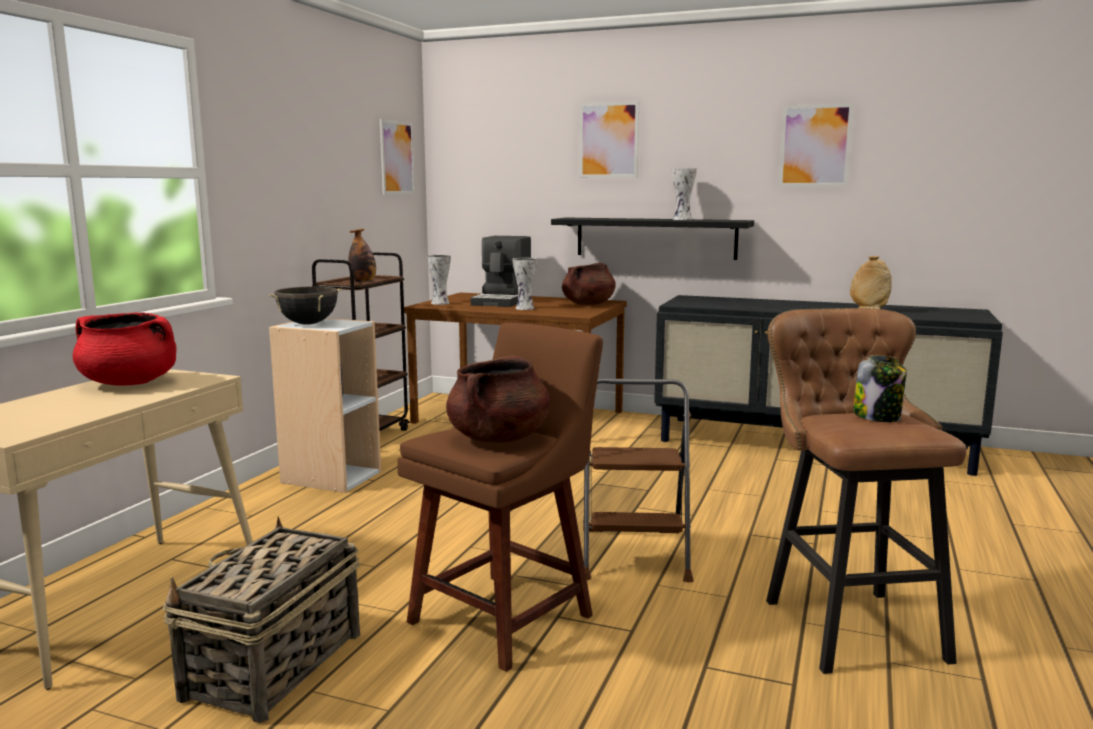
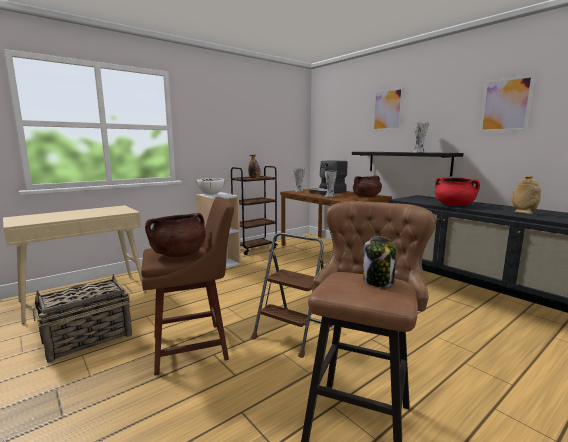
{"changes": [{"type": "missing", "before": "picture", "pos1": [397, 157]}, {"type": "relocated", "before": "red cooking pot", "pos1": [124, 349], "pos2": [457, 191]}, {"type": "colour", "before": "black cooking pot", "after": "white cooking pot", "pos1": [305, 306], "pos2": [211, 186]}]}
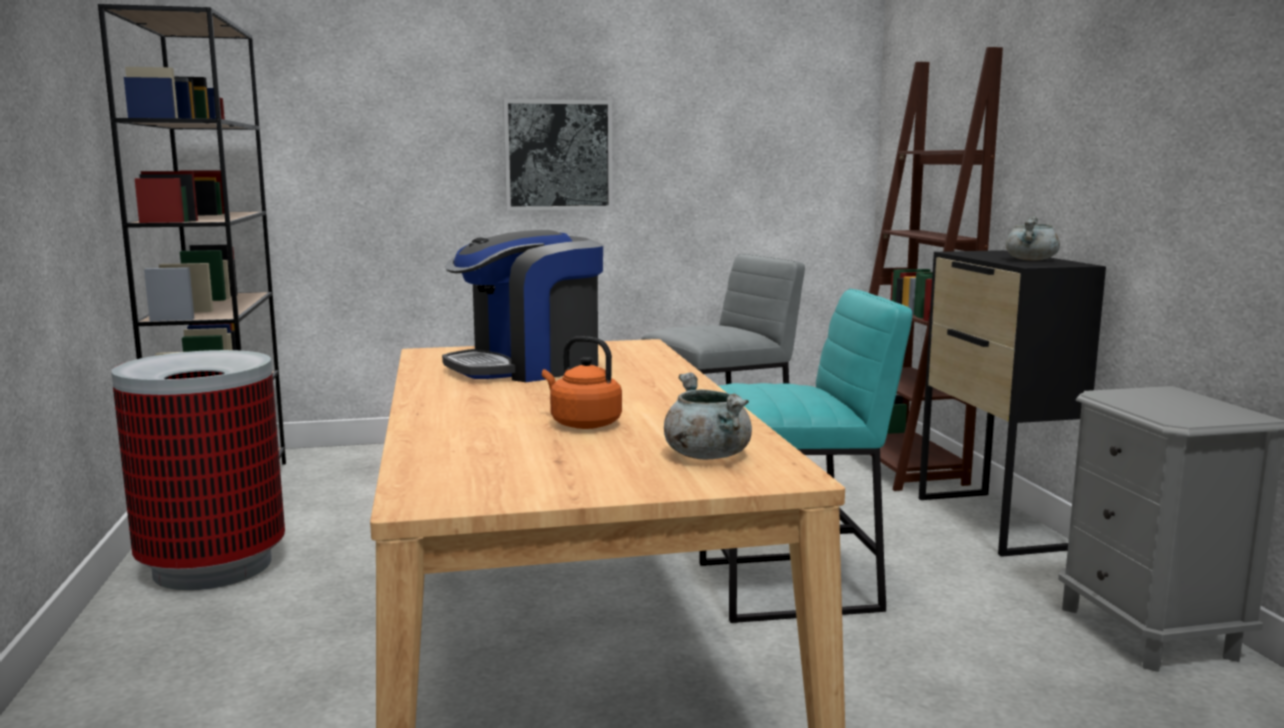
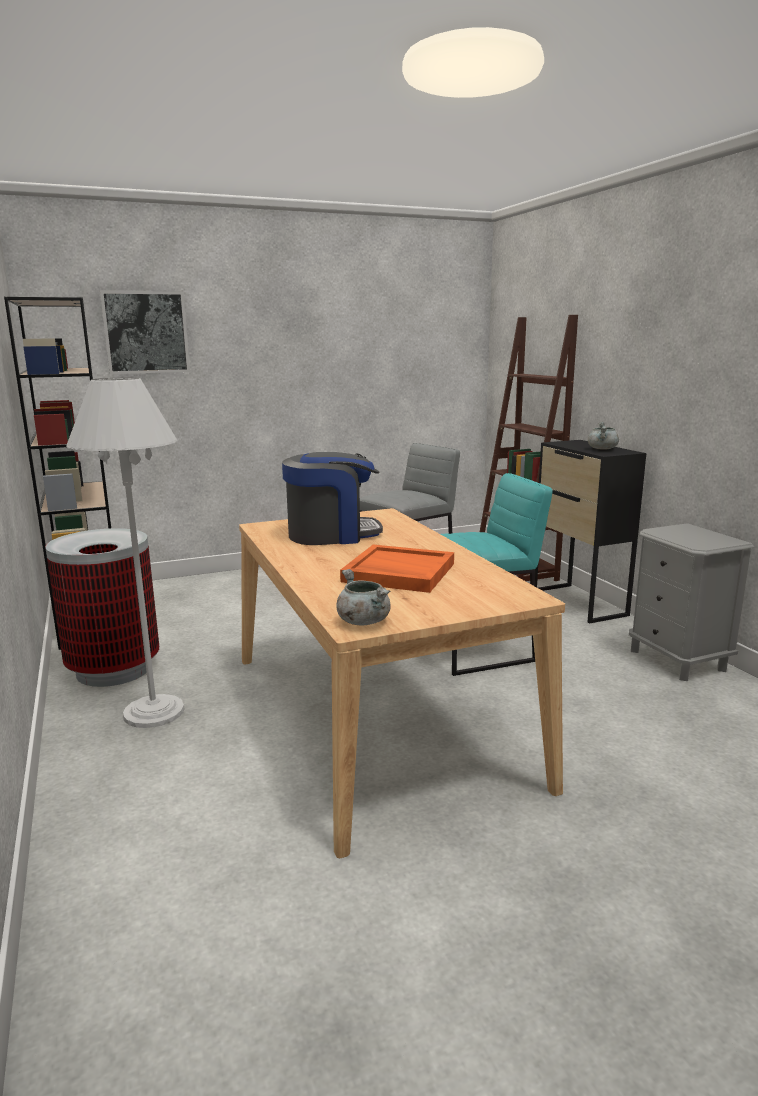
{"changes": [{"type": "appeared", "after": "white floor lamp", "pos2": [125, 553]}, {"type": "relocated", "before": "picture", "pos1": [558, 154], "pos2": [145, 332]}, {"type": "relocated", "before": "grey cooking pot", "pos1": [708, 415], "pos2": [363, 597]}, {"type": "exchanged", "before": "orange kettle", "after": "orange tray", "pos1": [582, 382], "pos2": [397, 569]}, {"type": "spun", "before": "coffee machine", "pos1": [522, 306], "pos2": [332, 498], "turn": -150}]}
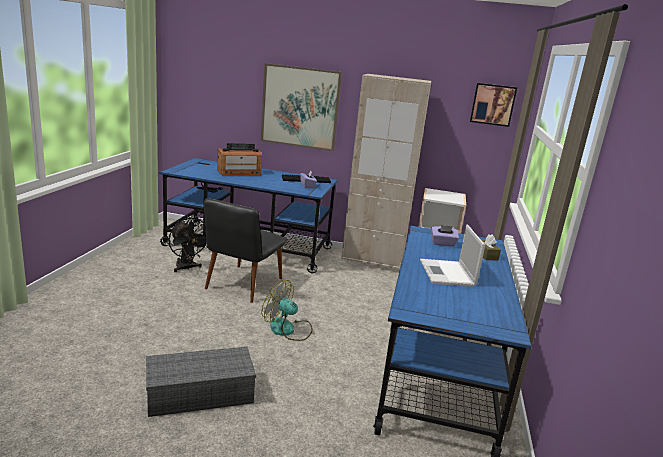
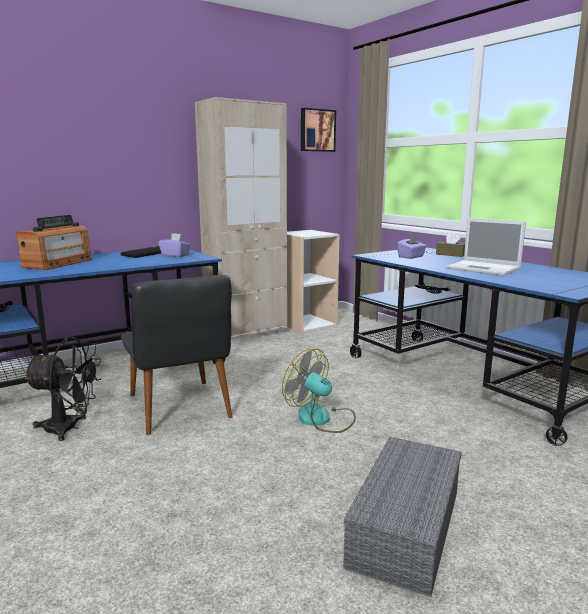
{"changes": [{"type": "missing", "before": "picture", "pos1": [301, 107]}, {"type": "spun", "before": "fan", "pos1": [287, 310], "pos2": [319, 391], "turn": 60}]}
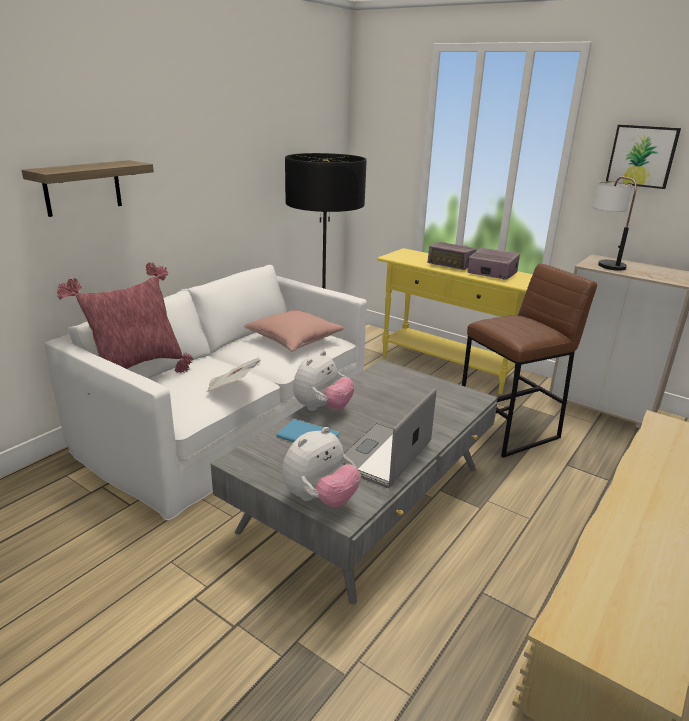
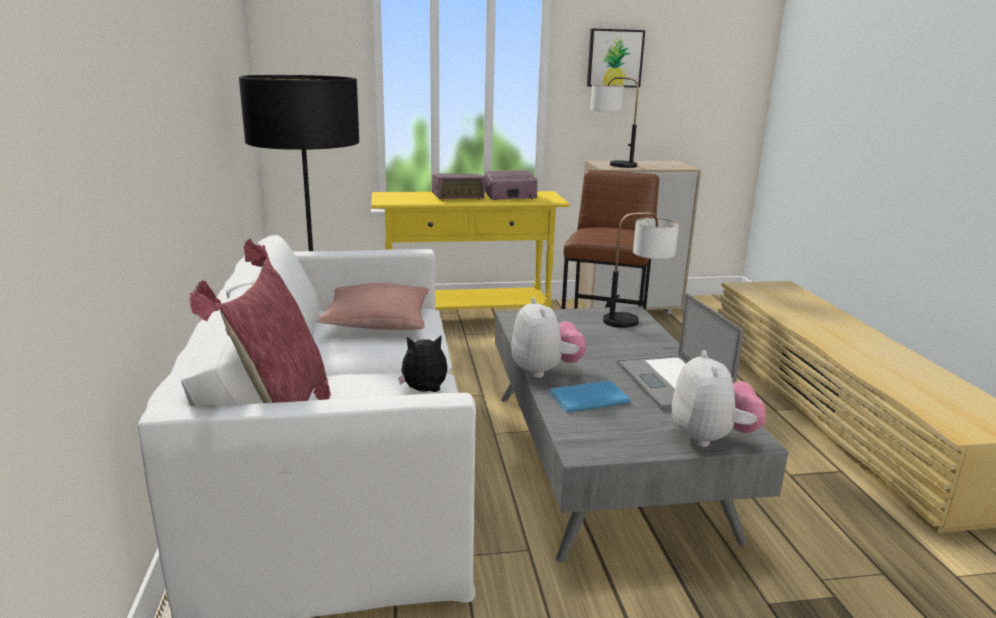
{"changes": [{"type": "missing", "before": "shelf", "pos1": [88, 188]}, {"type": "appeared", "after": "table lamp", "pos2": [641, 270]}, {"type": "exchanged", "before": "newspaper", "after": "plush toy", "pos1": [233, 374], "pos2": [423, 364]}]}
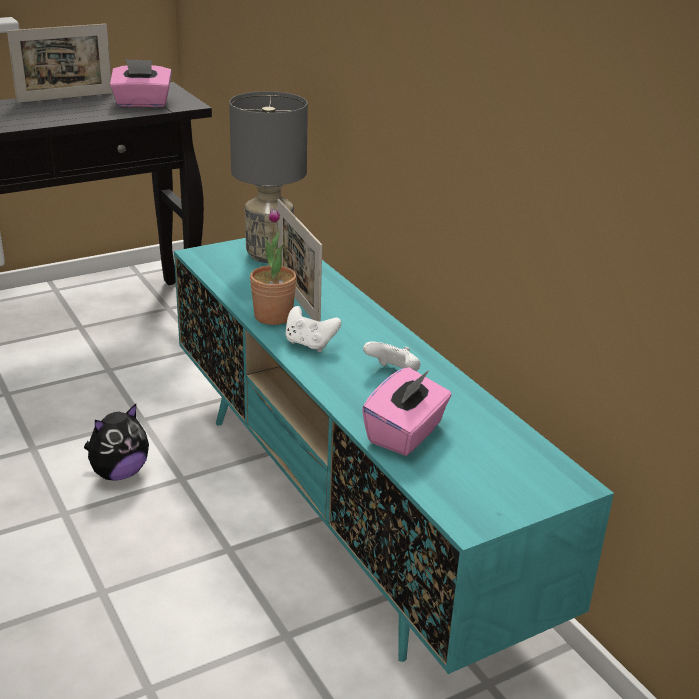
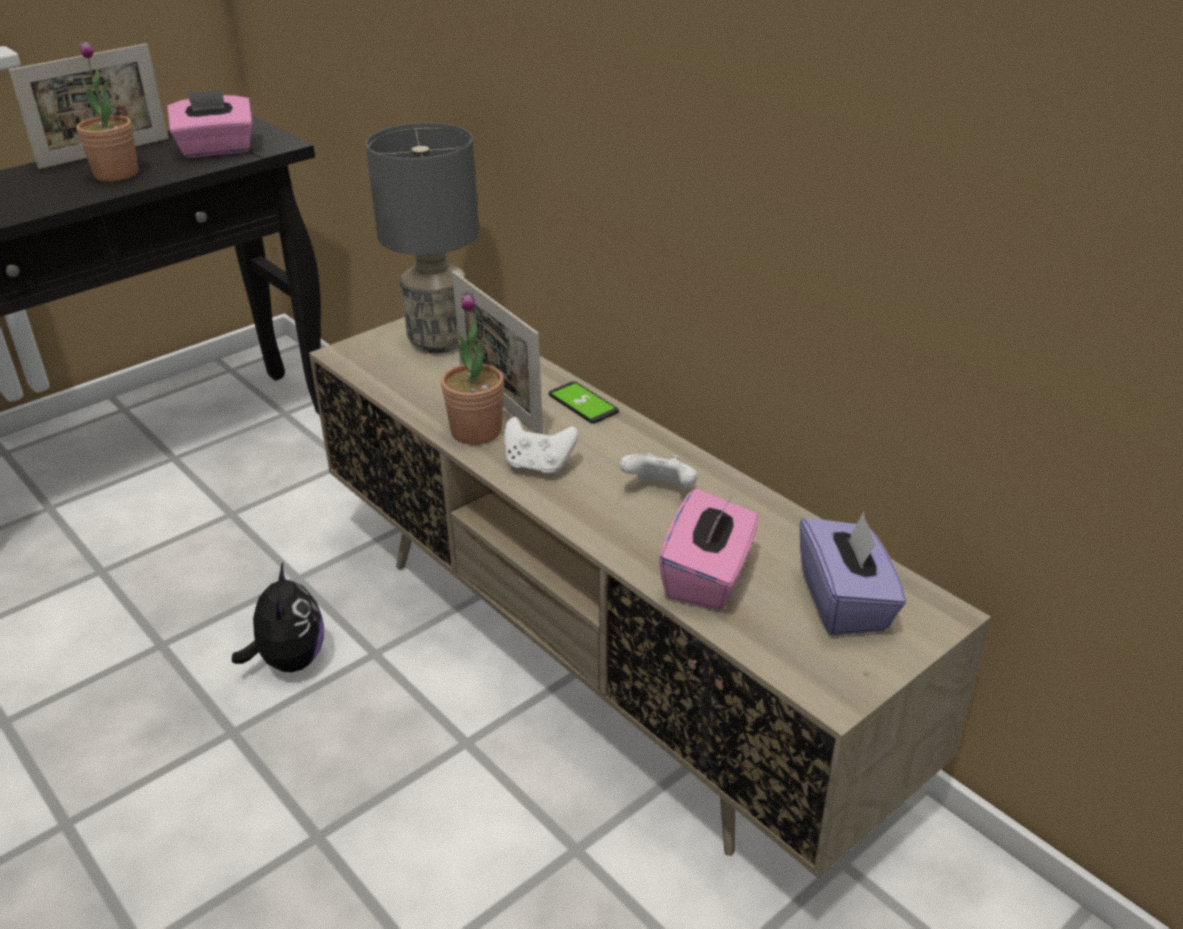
{"changes": [{"type": "appeared", "after": "potted plant", "pos2": [107, 111]}, {"type": "appeared", "after": "phone", "pos2": [583, 402]}, {"type": "appeared", "after": "purple tissue box", "pos2": [853, 573]}, {"type": "colour", "before": "turquoise tv stand", "after": "beige tv stand", "pos1": [394, 456], "pos2": [650, 597]}, {"type": "spun", "before": "plush toy", "pos1": [116, 442], "pos2": [278, 617], "turn": -45}]}
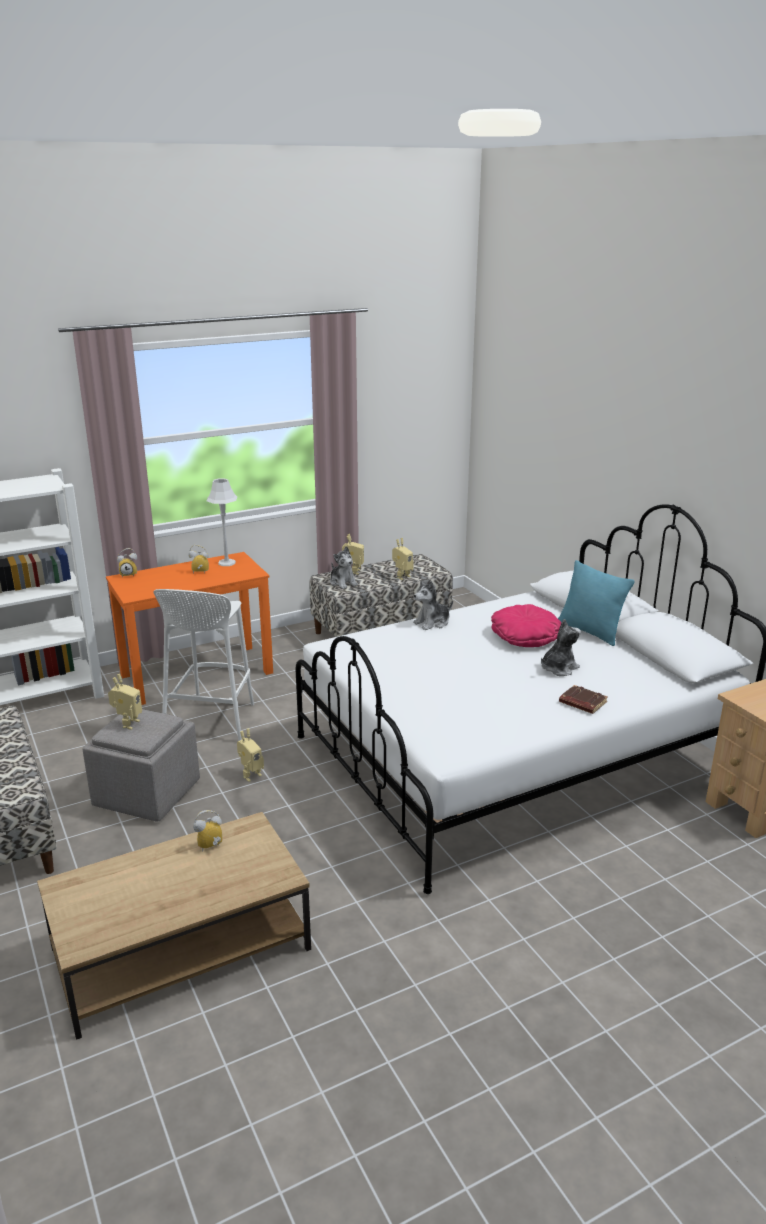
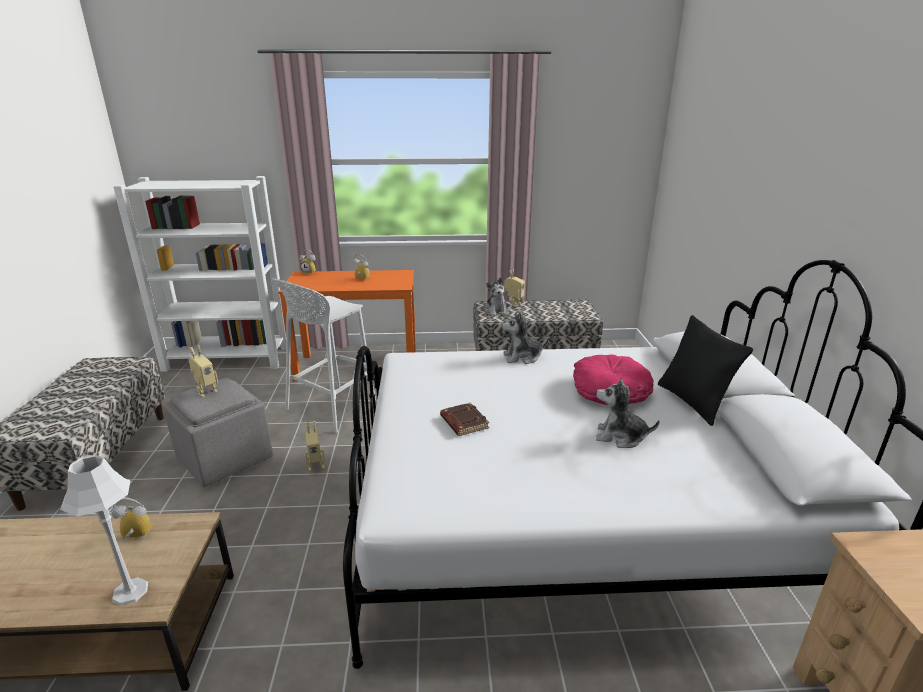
{"changes": [{"type": "missing", "before": "toy robot", "pos1": [402, 559]}, {"type": "relocated", "before": "grey table lamp", "pos1": [221, 522], "pos2": [104, 530]}, {"type": "relocated", "before": "brown book", "pos1": [583, 699], "pos2": [464, 419]}, {"type": "colour", "before": "turquoise pillow", "after": "black pillow", "pos1": [596, 603], "pos2": [705, 370]}, {"type": "spun", "before": "plush toy", "pos1": [561, 647], "pos2": [628, 412], "turn": -150}]}
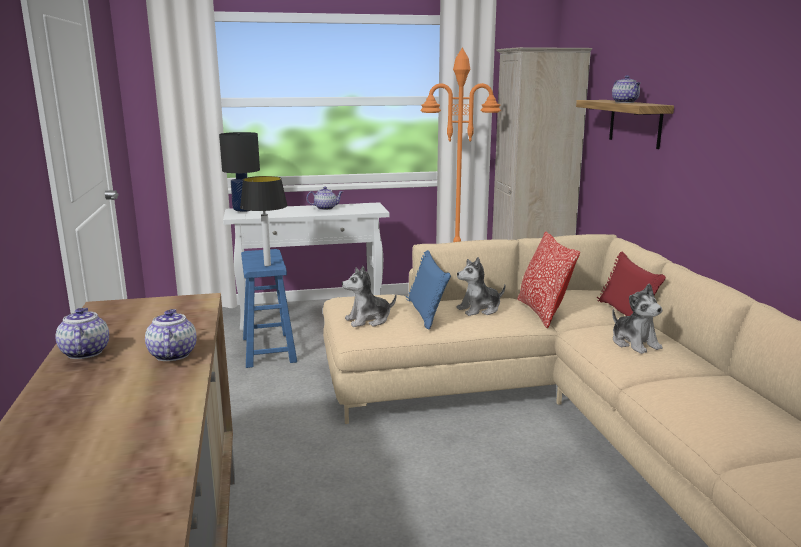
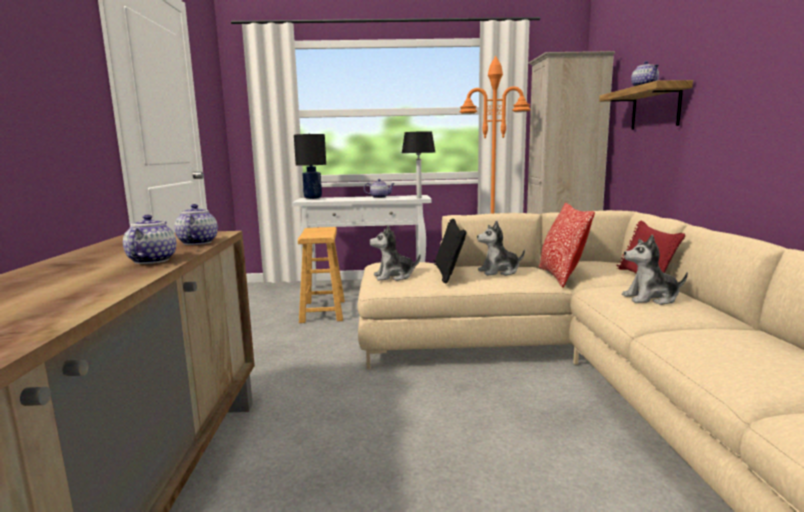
{"changes": [{"type": "relocated", "before": "teapot", "pos1": [82, 333], "pos2": [196, 224]}, {"type": "relocated", "before": "table lamp", "pos1": [264, 221], "pos2": [419, 164]}, {"type": "colour", "before": "blue stool", "after": "brown stool", "pos1": [269, 308], "pos2": [321, 275]}, {"type": "colour", "before": "blue pillow", "after": "black pillow", "pos1": [428, 290], "pos2": [450, 251]}, {"type": "spun", "before": "plush toy", "pos1": [637, 318], "pos2": [655, 269], "turn": 105}]}
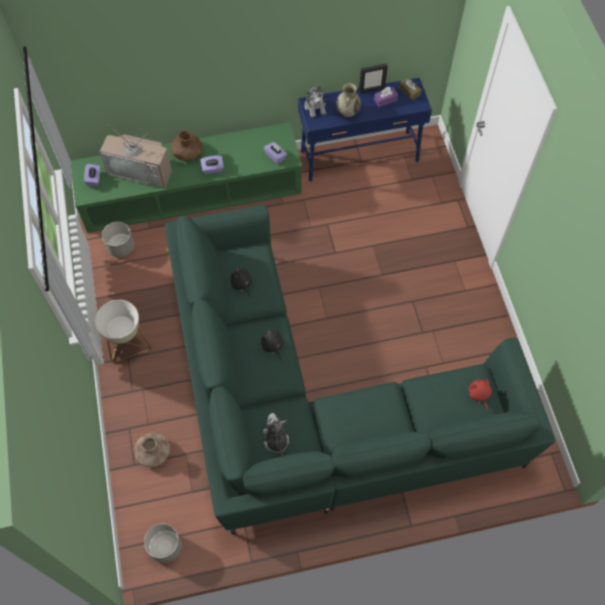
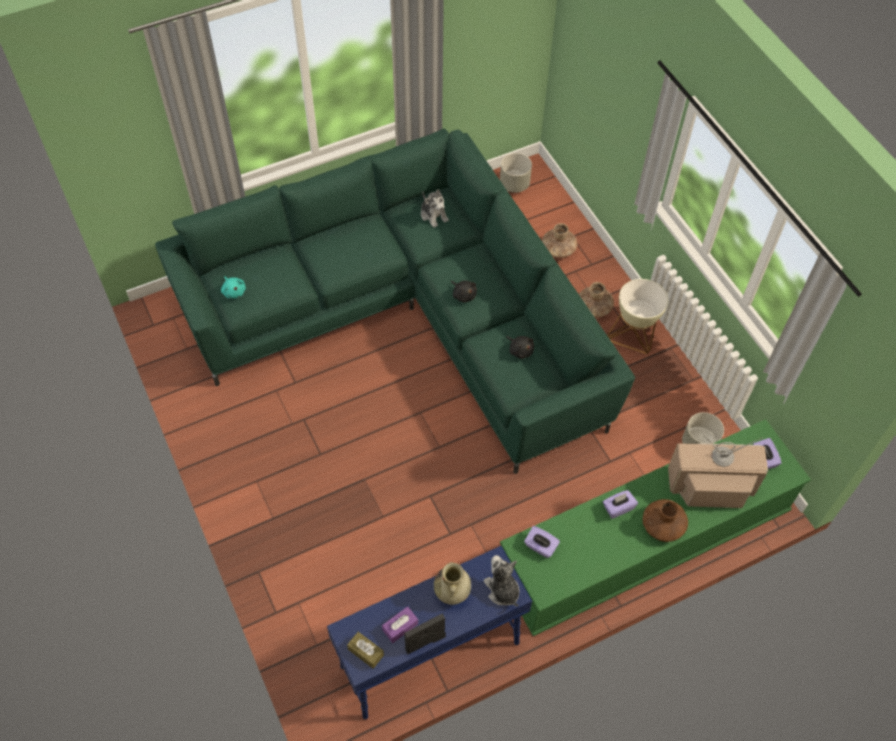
{"changes": [{"type": "appeared", "after": "brown vase", "pos2": [596, 300]}, {"type": "colour", "before": "red plush toy", "after": "turquoise plush toy", "pos1": [480, 393], "pos2": [233, 287]}]}
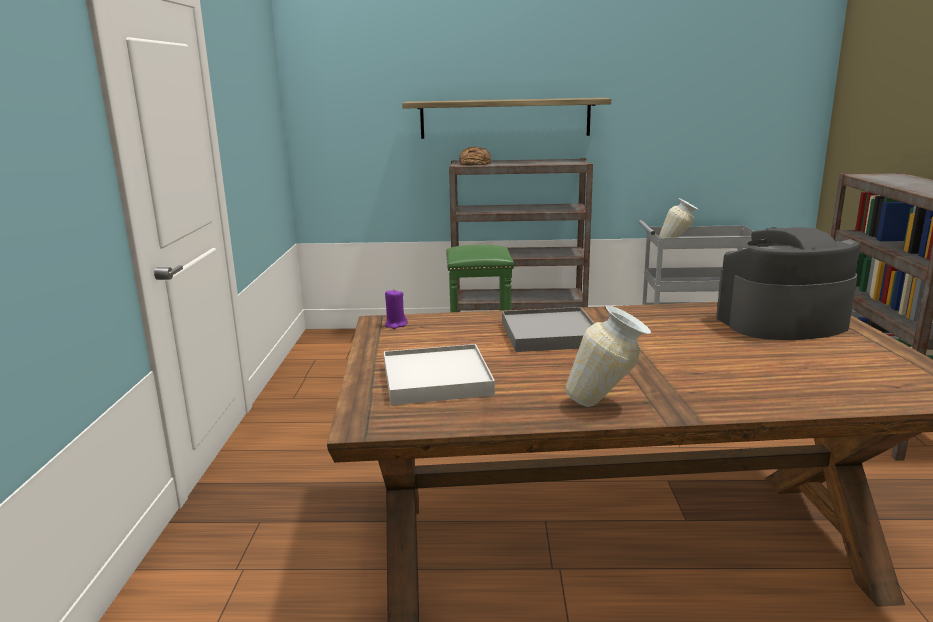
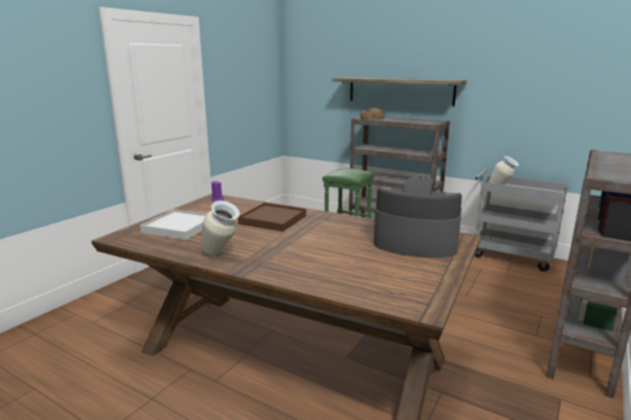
{"changes": [{"type": "colour", "before": "grey tray", "after": "brown tray", "pos1": [548, 329], "pos2": [272, 217]}]}
